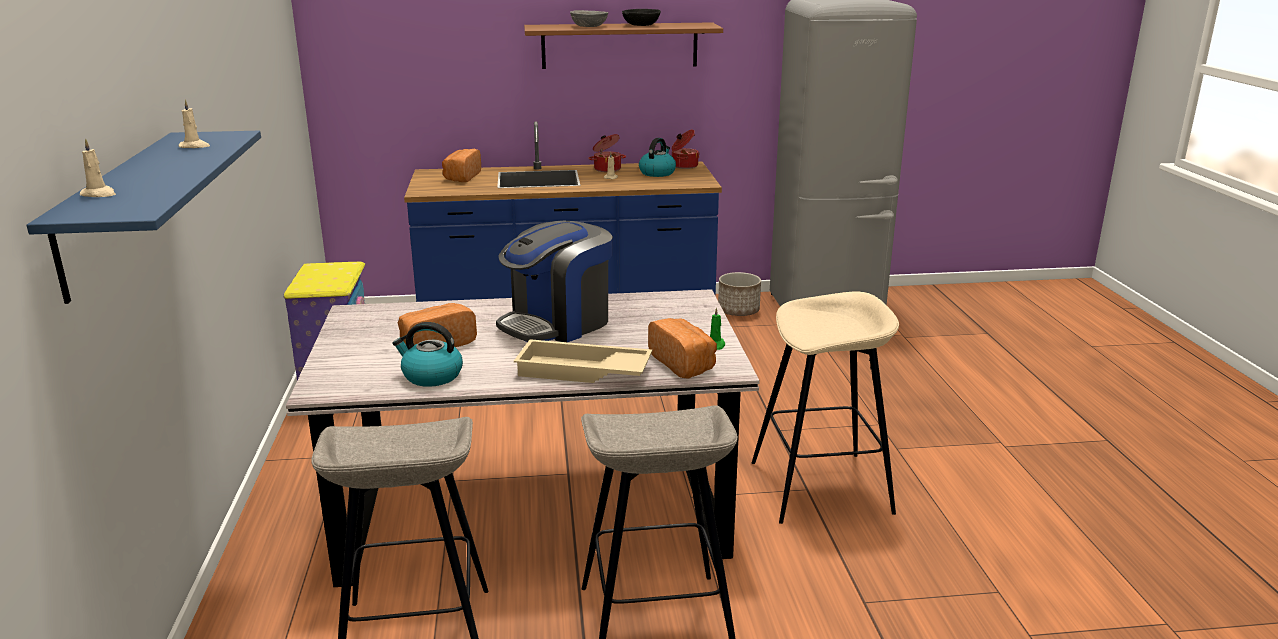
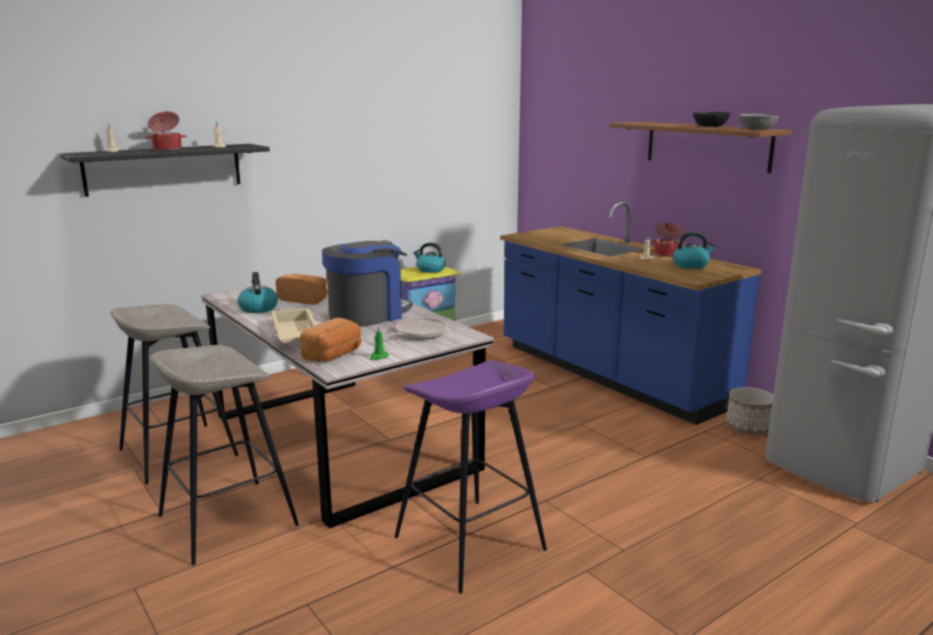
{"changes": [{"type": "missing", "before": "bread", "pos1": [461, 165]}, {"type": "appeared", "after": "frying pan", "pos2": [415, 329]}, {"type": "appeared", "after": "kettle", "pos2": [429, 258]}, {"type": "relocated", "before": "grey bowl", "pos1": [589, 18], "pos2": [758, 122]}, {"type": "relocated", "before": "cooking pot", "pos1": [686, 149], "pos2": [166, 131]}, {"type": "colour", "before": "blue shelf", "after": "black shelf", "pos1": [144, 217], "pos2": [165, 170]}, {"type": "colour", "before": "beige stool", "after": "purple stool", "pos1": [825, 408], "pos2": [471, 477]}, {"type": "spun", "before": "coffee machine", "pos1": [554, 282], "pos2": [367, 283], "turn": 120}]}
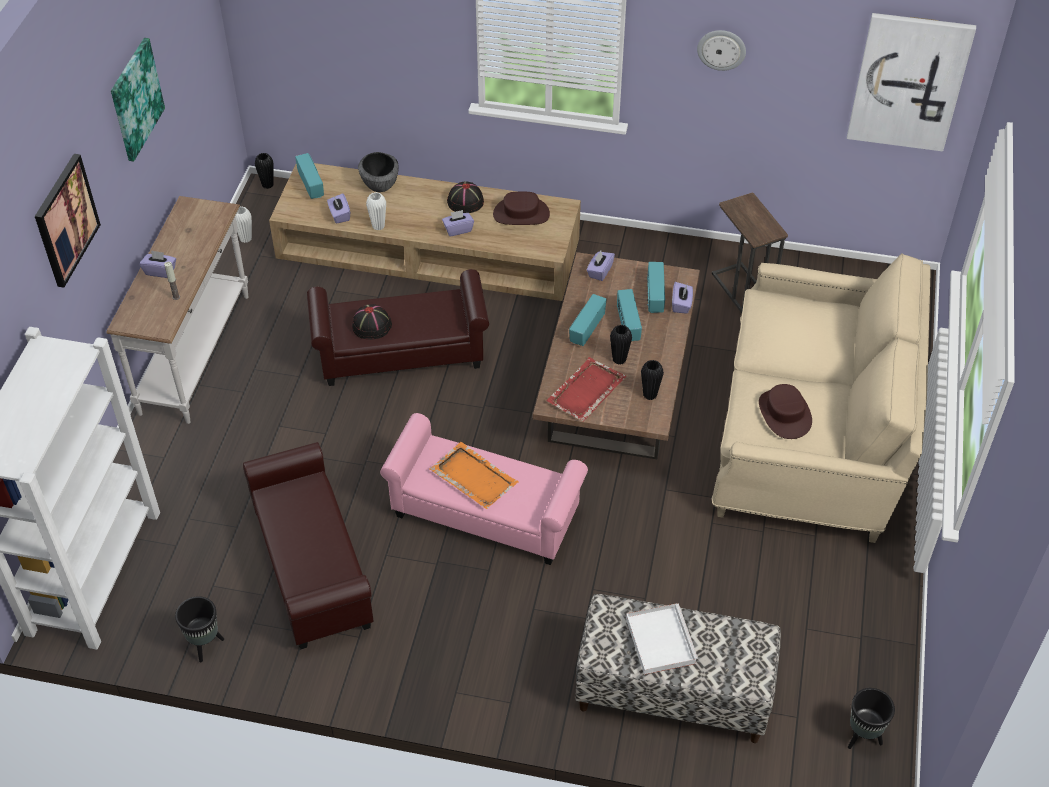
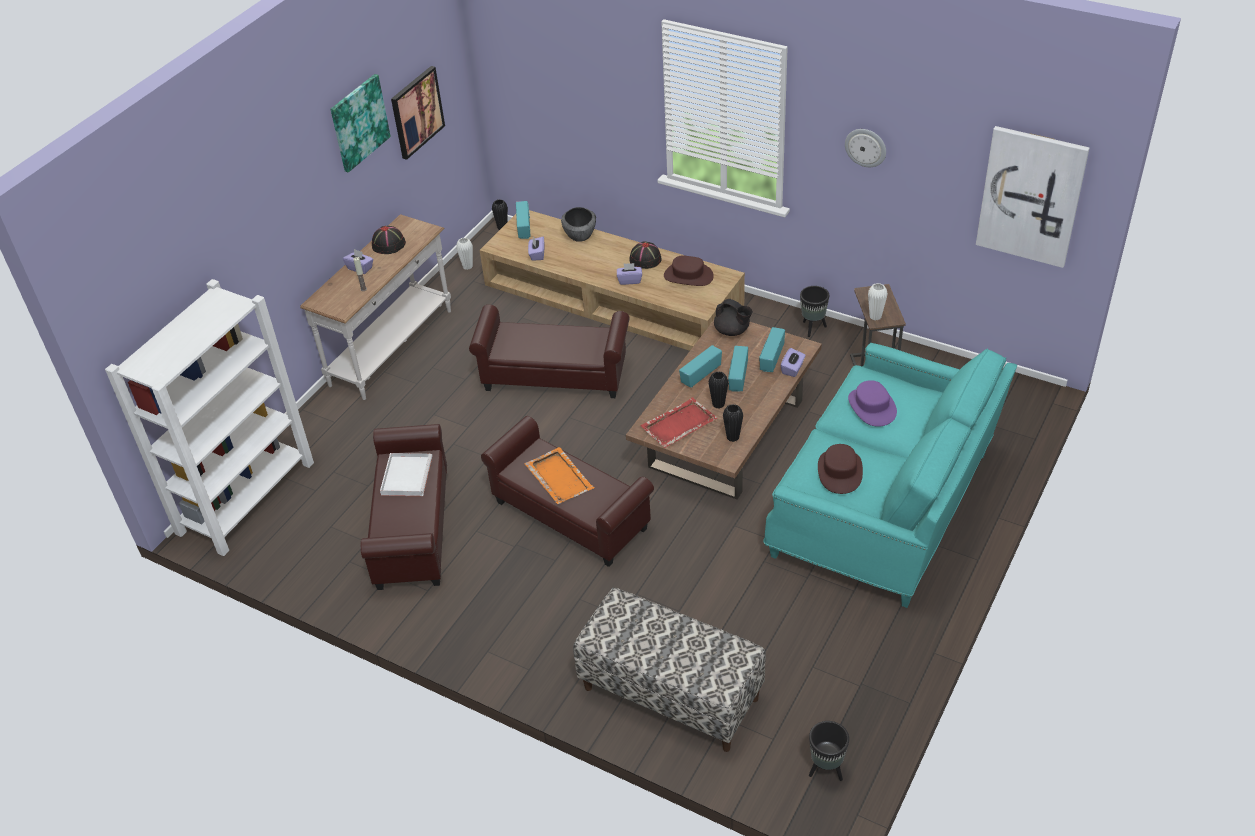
{"changes": [{"type": "appeared", "after": "purple hat", "pos2": [872, 403]}, {"type": "relocated", "before": "picture", "pos1": [68, 221], "pos2": [418, 113]}, {"type": "relocated", "before": "black planter", "pos1": [199, 629], "pos2": [814, 311]}, {"type": "relocated", "before": "black hat", "pos1": [372, 322], "pos2": [389, 240]}, {"type": "relocated", "before": "white vase", "pos1": [376, 211], "pos2": [878, 301]}, {"type": "relocated", "before": "white tray", "pos1": [662, 639], "pos2": [406, 474]}, {"type": "exchanged", "before": "purple tissue box", "after": "black teapot", "pos1": [601, 266], "pos2": [733, 317]}, {"type": "colour", "before": "pink ottoman", "after": "brown ottoman", "pos1": [484, 489], "pos2": [567, 491]}, {"type": "colour", "before": "beige sofa", "after": "turquoise sofa", "pos1": [821, 398], "pos2": [890, 475]}]}
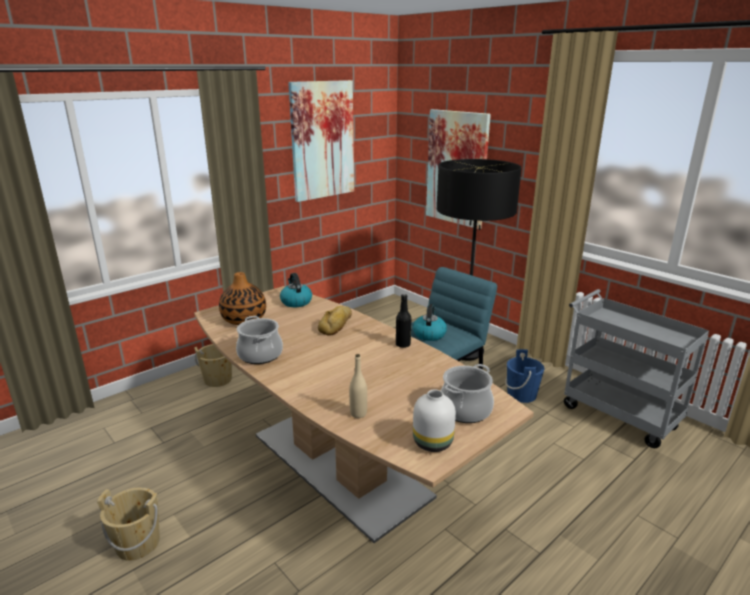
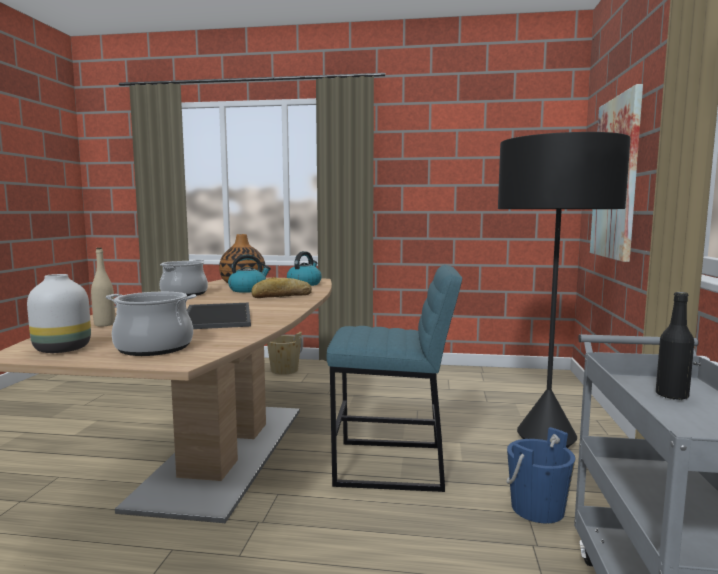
{"changes": [{"type": "missing", "before": "beige bucket", "pos1": [128, 524]}, {"type": "missing", "before": "picture", "pos1": [321, 141]}, {"type": "appeared", "after": "tray", "pos2": [219, 316]}, {"type": "relocated", "before": "black bottle", "pos1": [404, 321], "pos2": [675, 346]}, {"type": "relocated", "before": "kettle", "pos1": [430, 322], "pos2": [249, 274]}]}
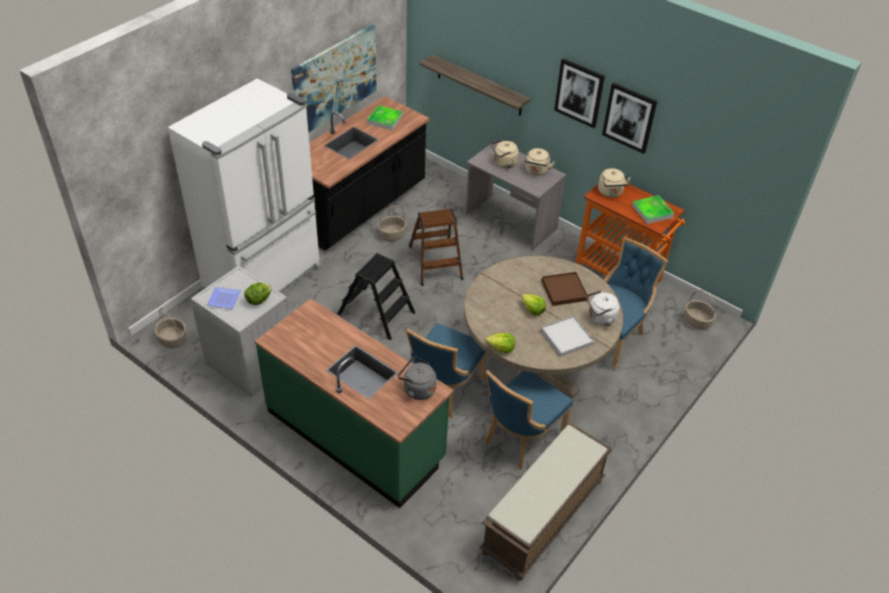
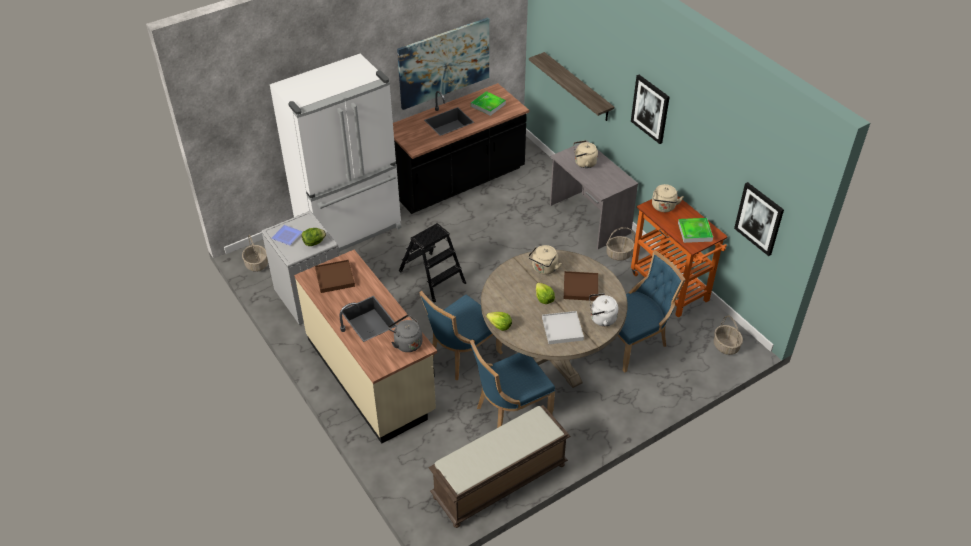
{"changes": [{"type": "missing", "before": "brown step ladder", "pos1": [436, 247]}, {"type": "appeared", "after": "brown tray", "pos2": [335, 276]}, {"type": "relocated", "before": "basket", "pos1": [392, 223], "pos2": [620, 244]}, {"type": "relocated", "before": "beige kettle", "pos1": [540, 162], "pos2": [545, 260]}, {"type": "relocated", "before": "picture", "pos1": [629, 118], "pos2": [759, 219]}, {"type": "colour", "before": "green counter", "after": "beige counter", "pos1": [354, 403], "pos2": [365, 347]}]}
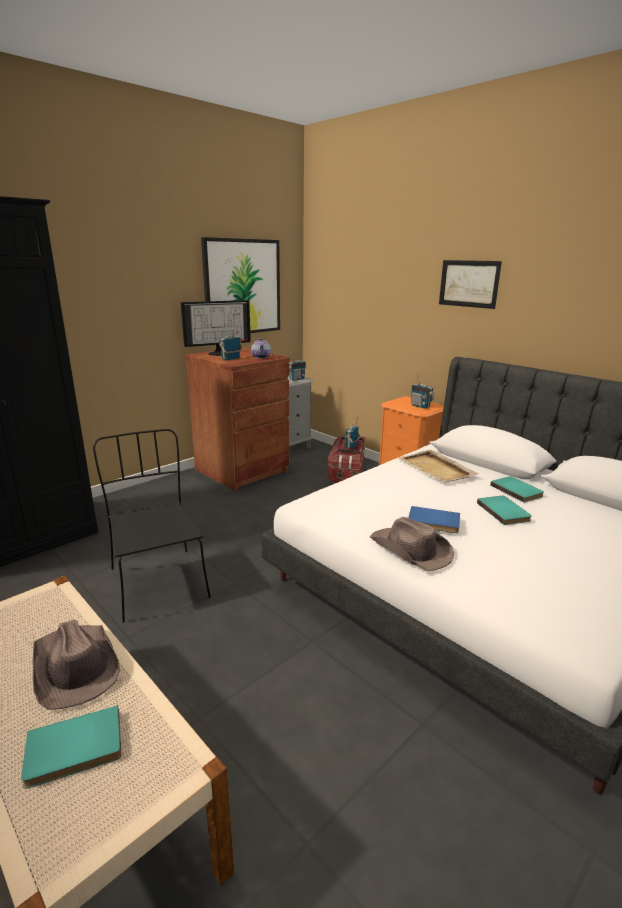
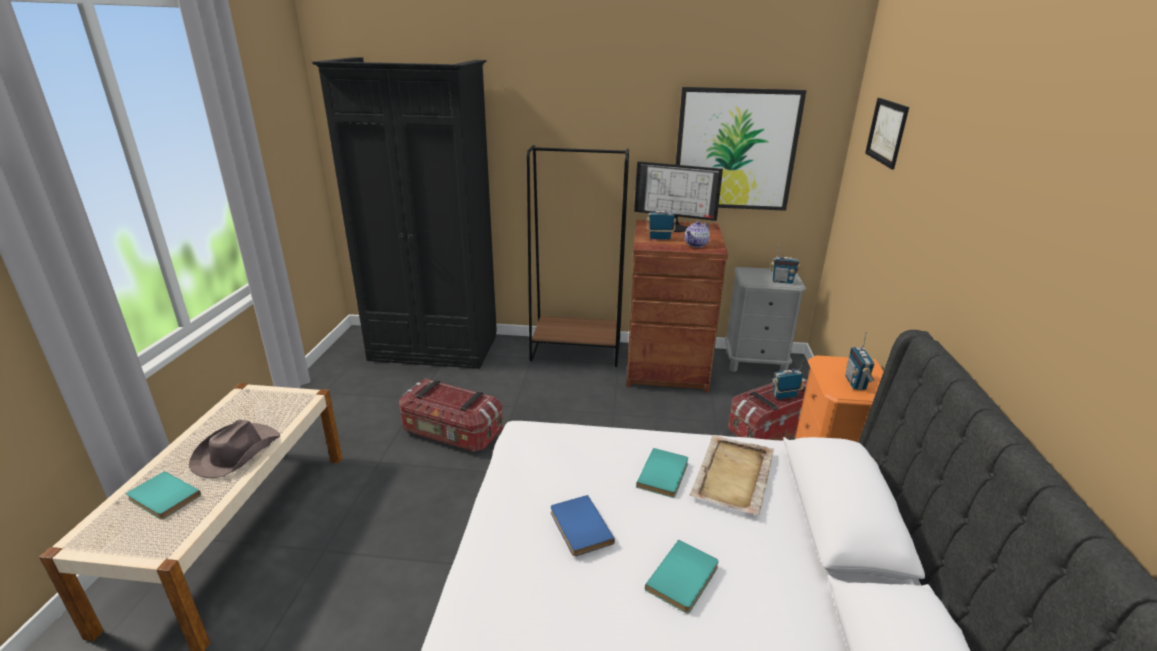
{"changes": [{"type": "missing", "before": "brown hat", "pos1": [412, 544]}, {"type": "appeared", "after": "clothes rack", "pos2": [578, 256]}, {"type": "relocated", "before": "picture", "pos1": [470, 284], "pos2": [887, 134]}, {"type": "relocated", "before": "turquoise book", "pos1": [517, 489], "pos2": [662, 473]}, {"type": "exchanged", "before": "black chair", "after": "storage box", "pos1": [152, 525], "pos2": [451, 415]}]}
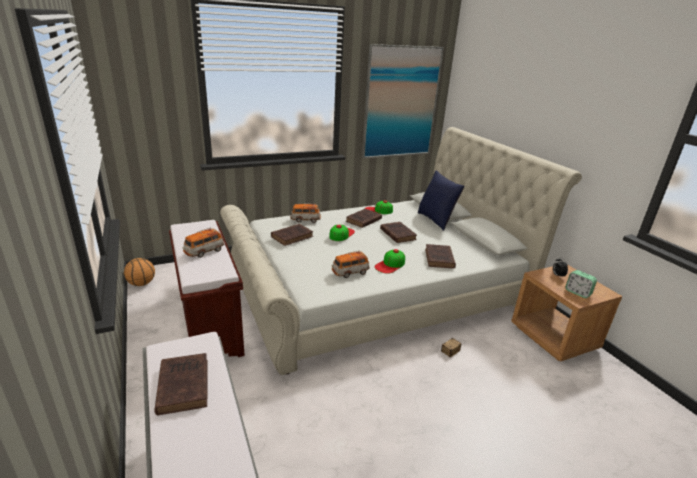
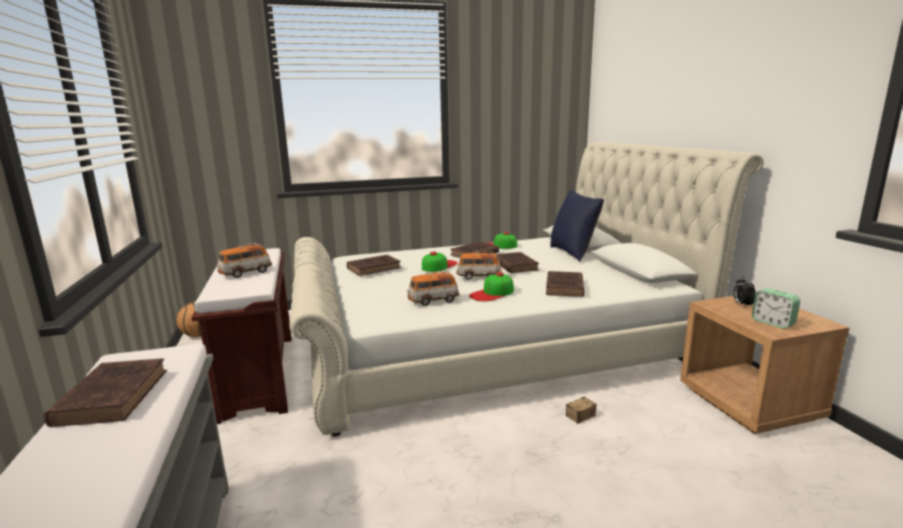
{"changes": [{"type": "missing", "before": "picture", "pos1": [403, 101]}, {"type": "relocated", "before": "toy car", "pos1": [305, 213], "pos2": [479, 265]}]}
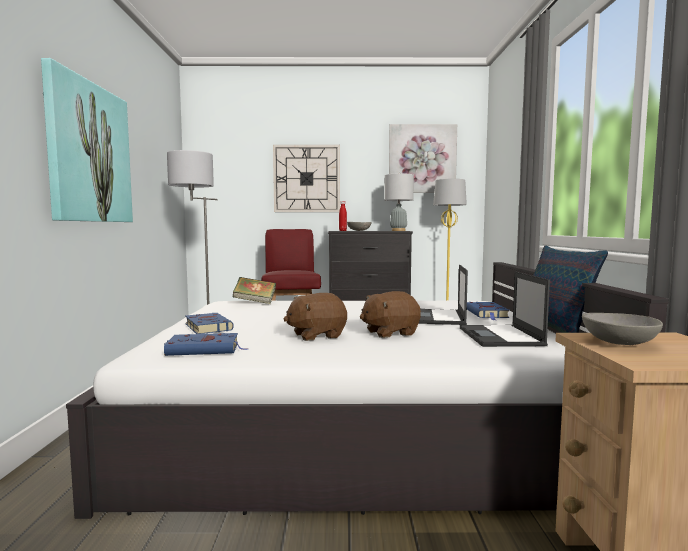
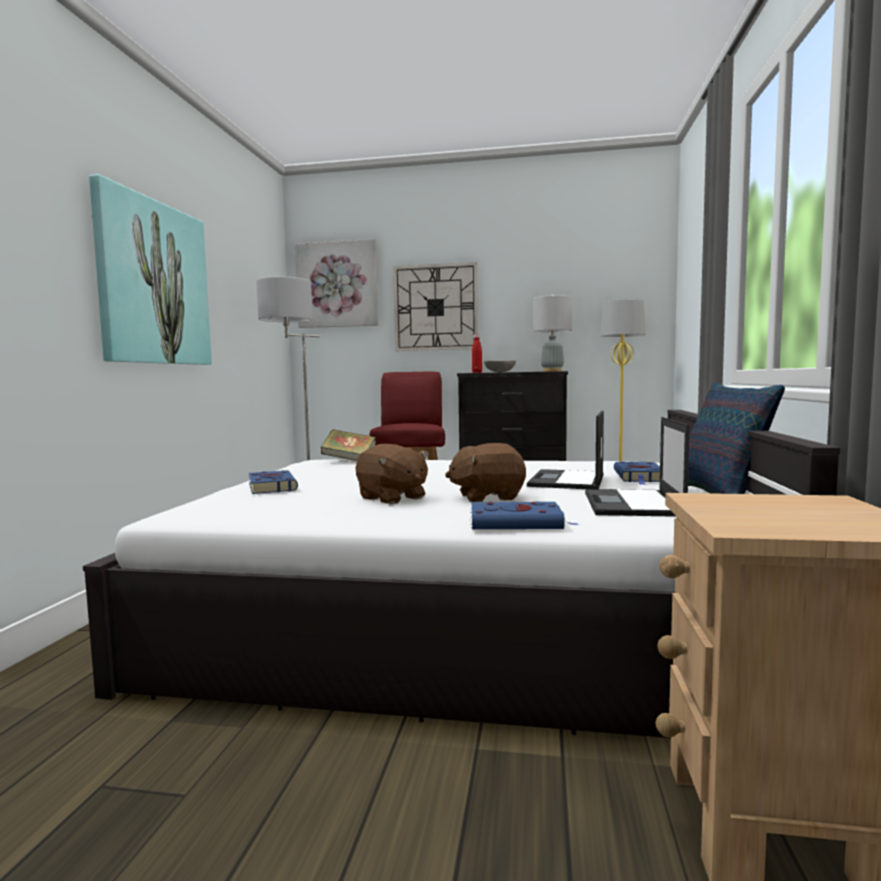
{"changes": [{"type": "missing", "before": "grey bowl", "pos1": [622, 329]}, {"type": "relocated", "before": "blue book", "pos1": [206, 344], "pos2": [524, 515]}, {"type": "relocated", "before": "picture", "pos1": [423, 158], "pos2": [337, 283]}, {"type": "spun", "before": "brown plush toy", "pos1": [315, 317], "pos2": [392, 474], "turn": -120}]}
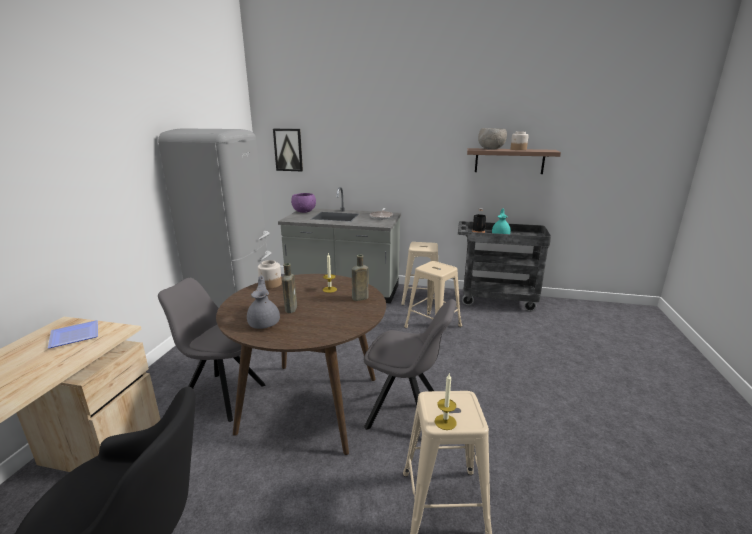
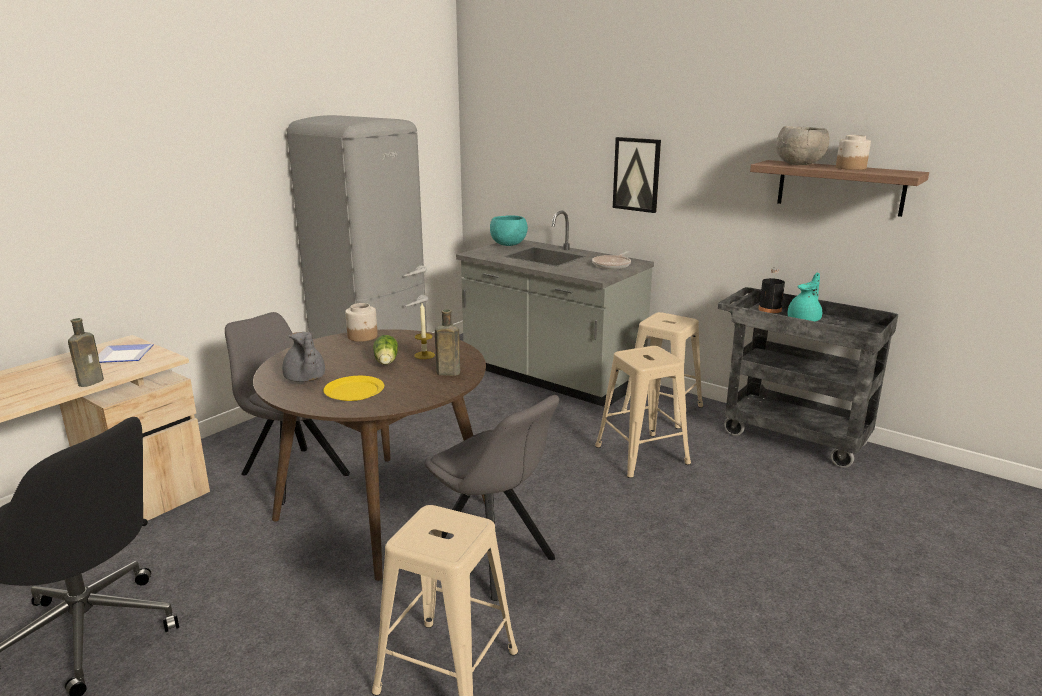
{"changes": [{"type": "missing", "before": "candle", "pos1": [446, 402]}, {"type": "appeared", "after": "yellow plate", "pos2": [353, 388]}, {"type": "appeared", "after": "lettuce", "pos2": [385, 350]}, {"type": "relocated", "before": "picture", "pos1": [288, 150], "pos2": [637, 175]}, {"type": "relocated", "before": "brown bottle", "pos1": [289, 288], "pos2": [86, 352]}, {"type": "colour", "before": "purple bowl", "after": "turquoise bowl", "pos1": [303, 203], "pos2": [509, 230]}, {"type": "spun", "before": "grey teapot", "pos1": [263, 302], "pos2": [303, 357], "turn": 135}]}
